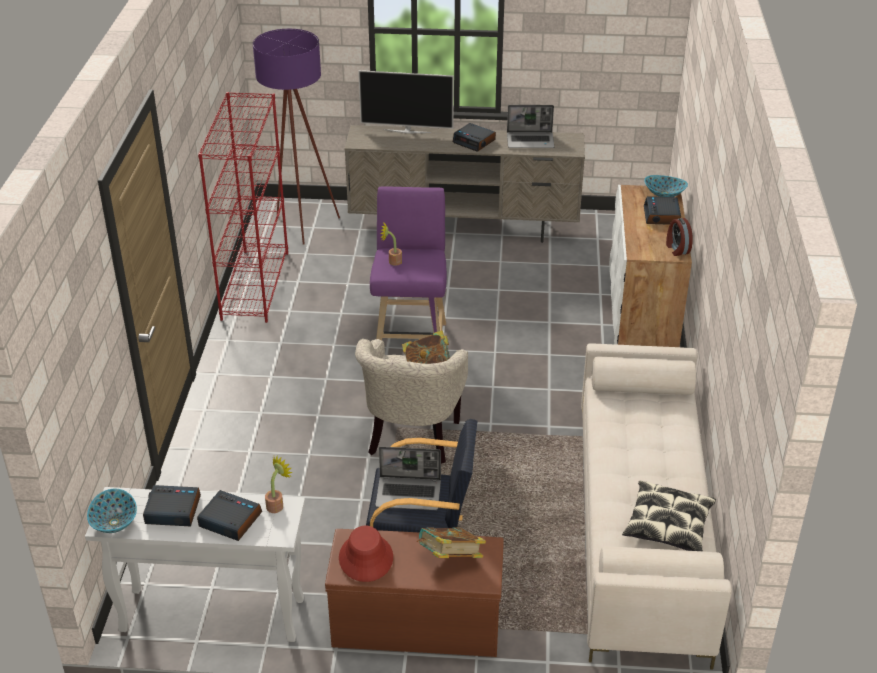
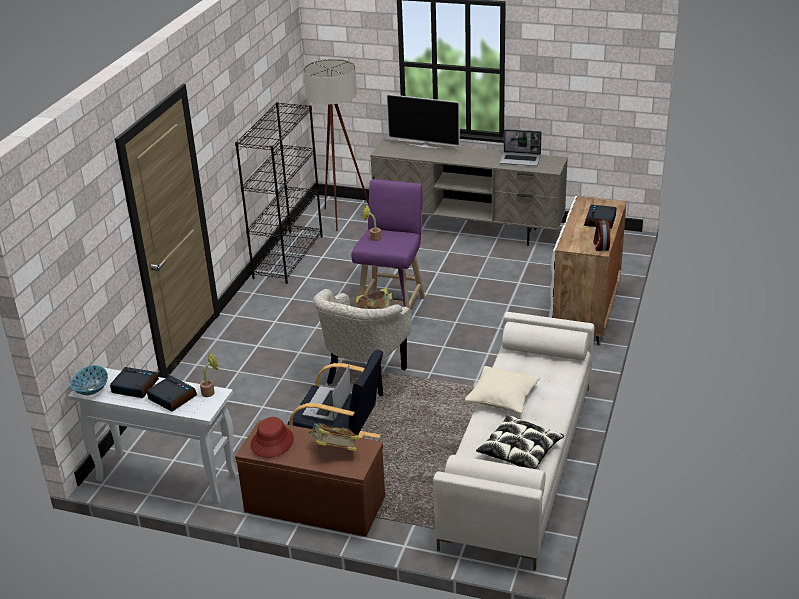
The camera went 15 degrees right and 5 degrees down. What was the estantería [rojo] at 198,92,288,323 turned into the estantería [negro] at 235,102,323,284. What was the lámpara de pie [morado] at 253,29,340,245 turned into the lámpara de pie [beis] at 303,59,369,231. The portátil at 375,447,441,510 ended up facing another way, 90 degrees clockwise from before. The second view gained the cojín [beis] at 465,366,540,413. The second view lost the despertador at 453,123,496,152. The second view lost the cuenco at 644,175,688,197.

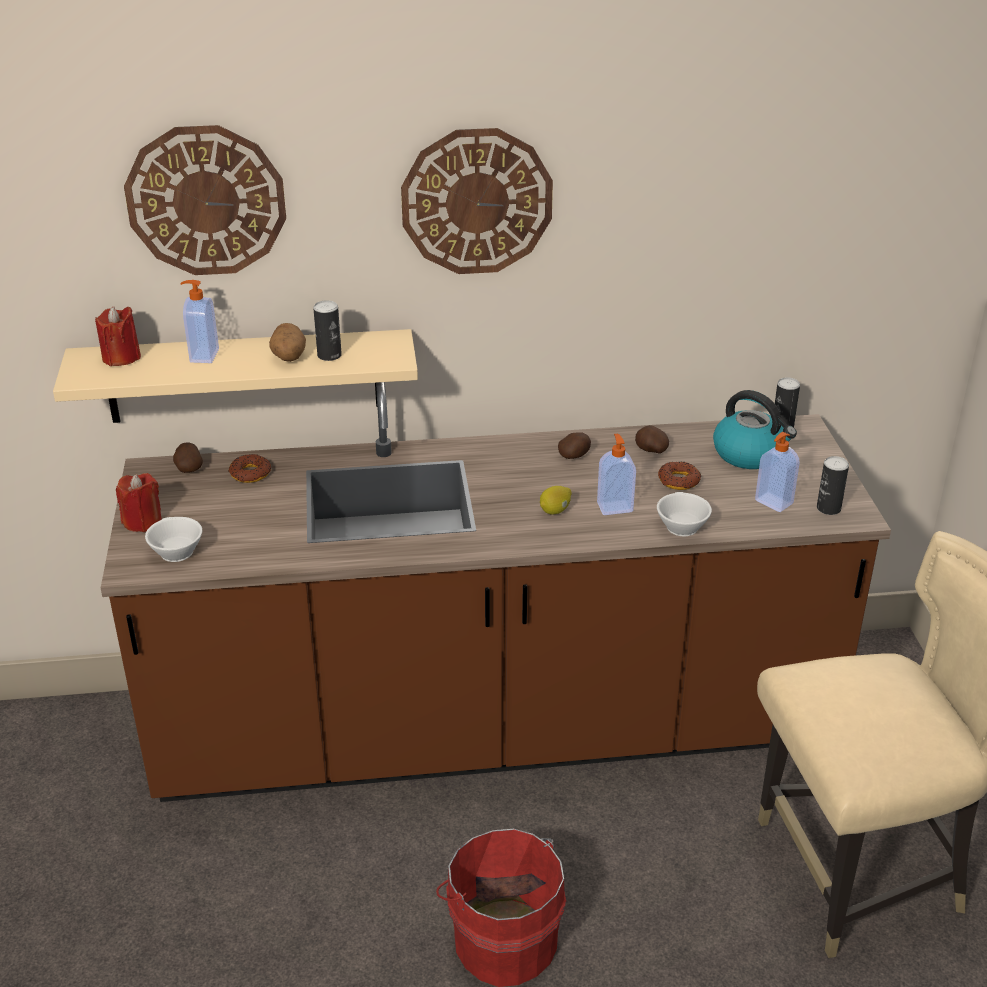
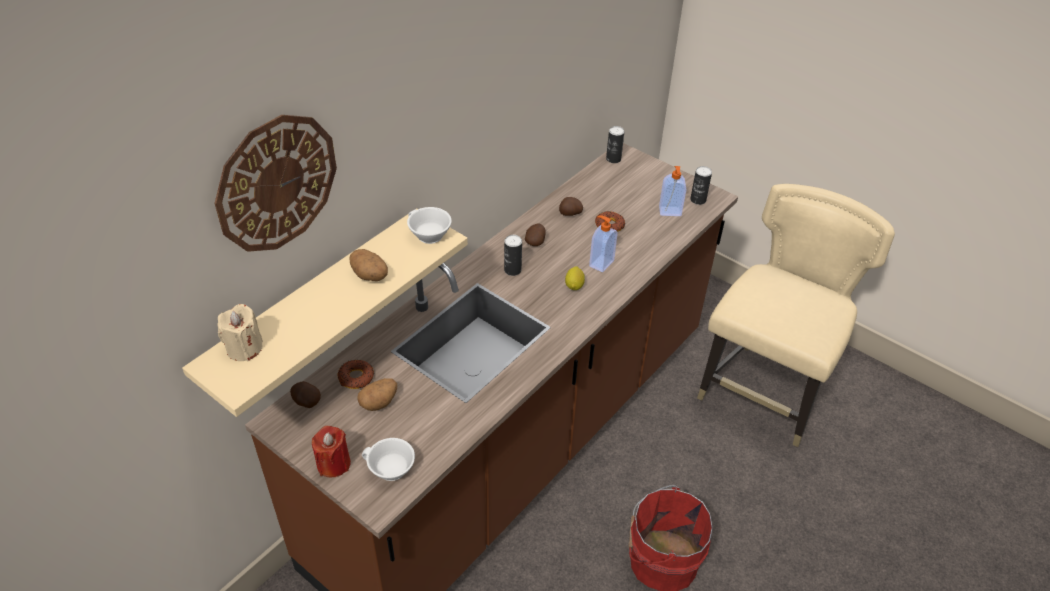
The camera went 45 degrees left and 10 degrees up. What was the vela [rojo] at 95,306,141,366 turned into the vela [beis] at 218,304,263,361. The second view gained the patata at 357,378,397,411. The taza [blanco] ended up elsewhere, having gone from 657,492,712,536 to 407,207,452,244. The lata ended up elsewhere, having gone from 313,300,342,361 to 504,235,522,276. The second view lost the dispensador de jabón at 180,280,219,363. The second view lost the reloj de pared at 401,128,553,274. The second view lost the hervidor at 713,390,797,469.

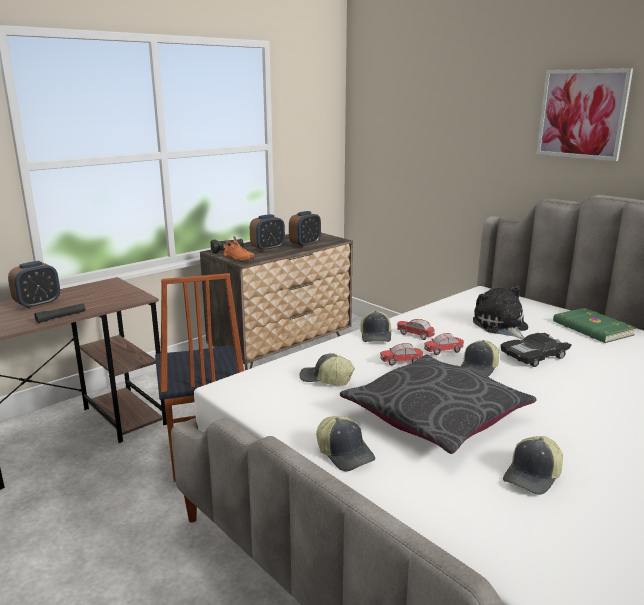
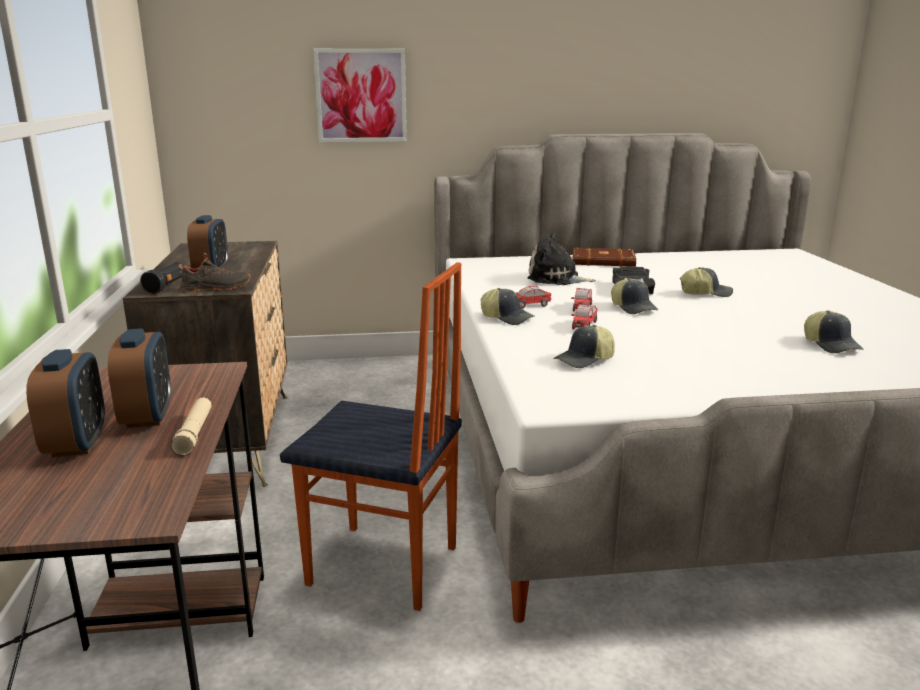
The camera went 55 degrees left and 0 degrees up. The despertador ended up elsewhere, having gone from 289,211,321,247 to 108,328,171,428. What was the linterna [negro] at 34,303,86,323 turned into the linterna [beis] at 171,397,212,456. What was the zapato [naranja] at 224,236,255,261 turned into the zapato [negro] at 178,253,251,292. The cuadro ended up elsewhere, having gone from 537,68,633,161 to 313,49,407,142. What was the libro [verde] at 553,308,636,343 turned into the libro [marrón] at 573,247,636,267. The gorra ended up elsewhere, having gone from 316,416,375,472 to 680,267,733,297. The second view lost the cojín [gris] at 340,355,536,454.

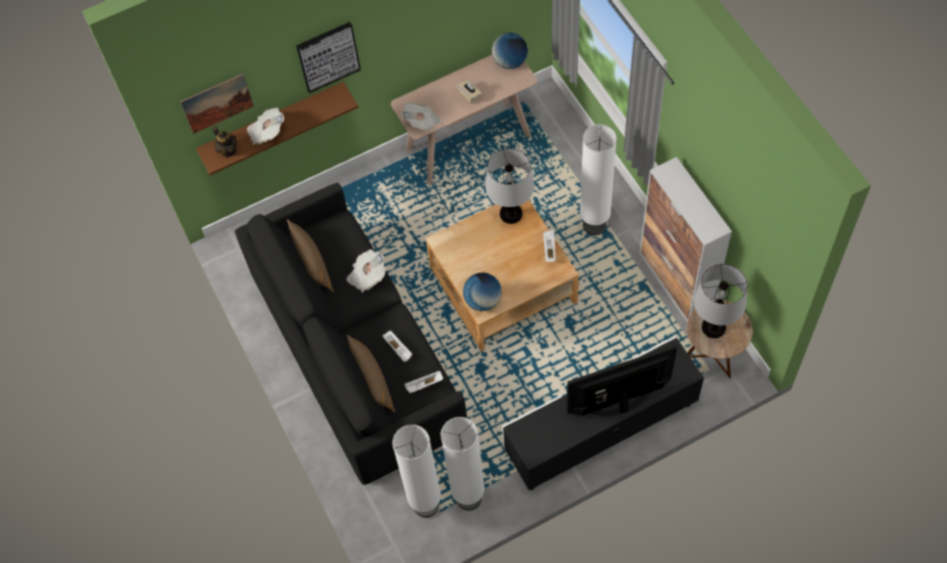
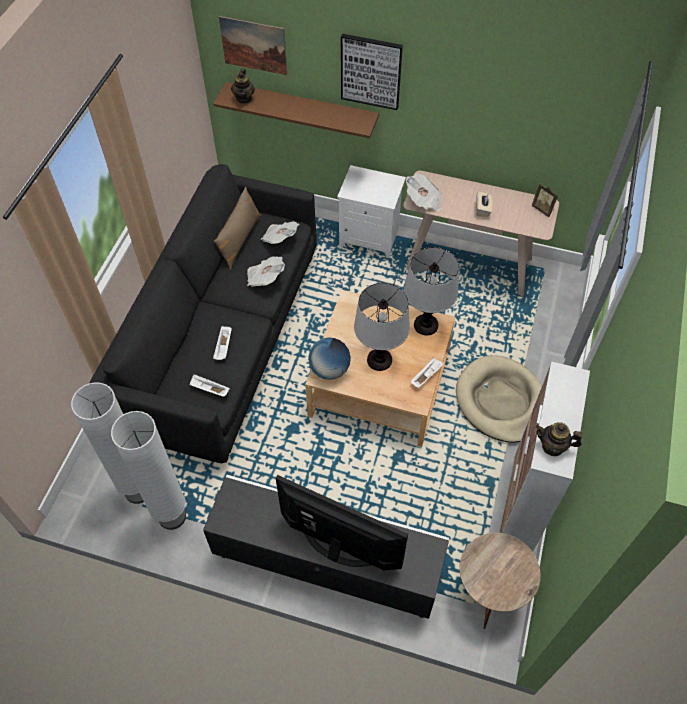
The camera went 40 degrees right and 5 degrees down. The periódico ended up elsewhere, having gone from 247,108,284,145 to 260,221,299,244. The second view gained the mesita de noche [blanco] at 337,165,406,258. The lámpara de mesa ended up elsewhere, having gone from 694,264,748,338 to 354,283,410,371. Where the lámpara de pie [blanco] stood at 580,124,617,235, the cama para perro [beis] came to stand at 456,355,542,443. Where the globo terráqueo stood at 492,33,528,69, the portarretratos came to stand at 531,183,558,217. The second view gained the tetera at 536,422,582,456. The second view lost the cojín [marrón] at 347,335,395,412.

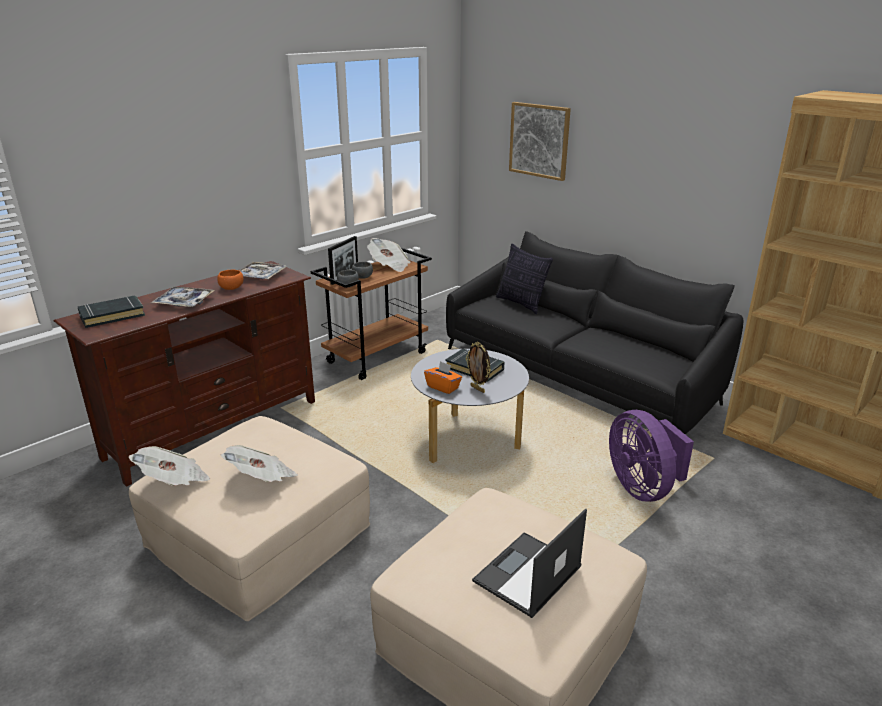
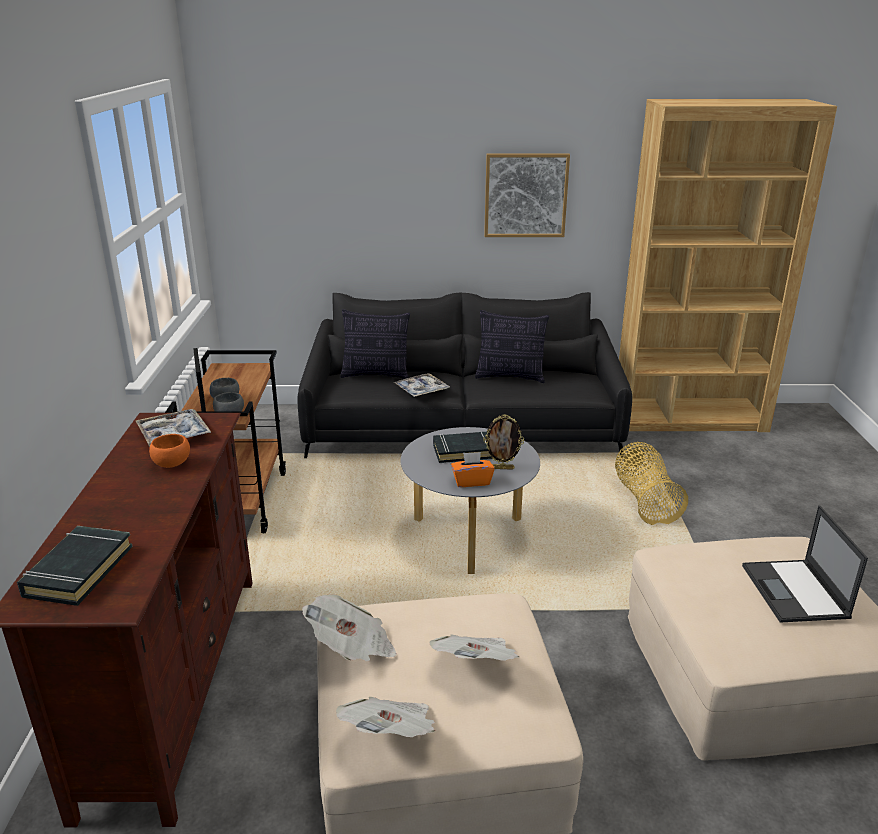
The camera went 45 degrees left and 0 degrees up. The periódico ended up elsewhere, having gone from 367,238,410,272 to 302,594,397,662. The bandeja ended up elsewhere, having gone from 151,287,215,307 to 394,373,450,397. The second view gained the cojín at 475,310,549,383. The cuadro ended up elsewhere, having gone from 509,102,571,181 to 484,153,570,237. Where the ventilador [morado] stood at 609,410,694,502, the cesta came to stand at 615,442,688,525.

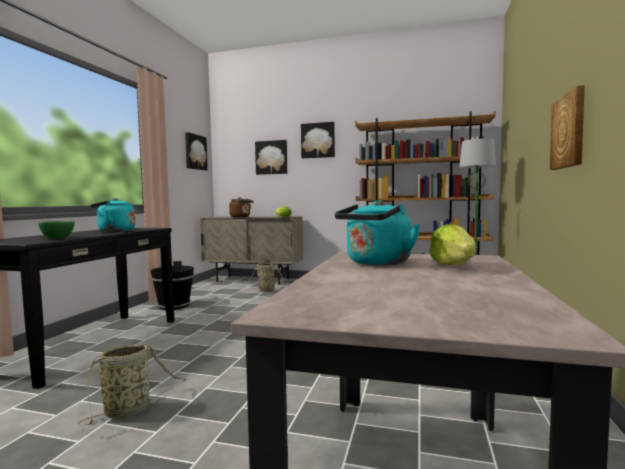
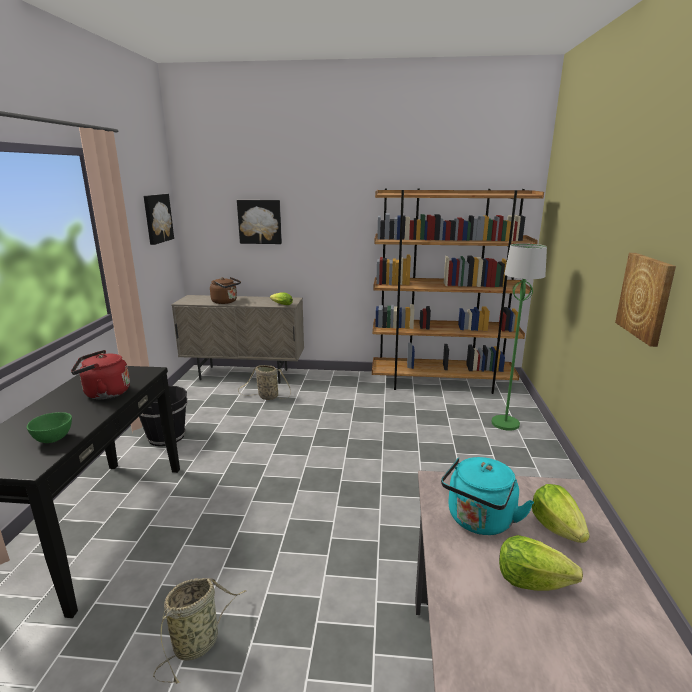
The camera went 10 degrees left and 15 degrees up. What was the hervidor [turquesa] at 89,198,135,232 turned into the hervidor [rojo] at 71,350,130,399. The second view gained the lechuga at 499,535,583,591. The second view lost the cuadro at 301,122,335,158.

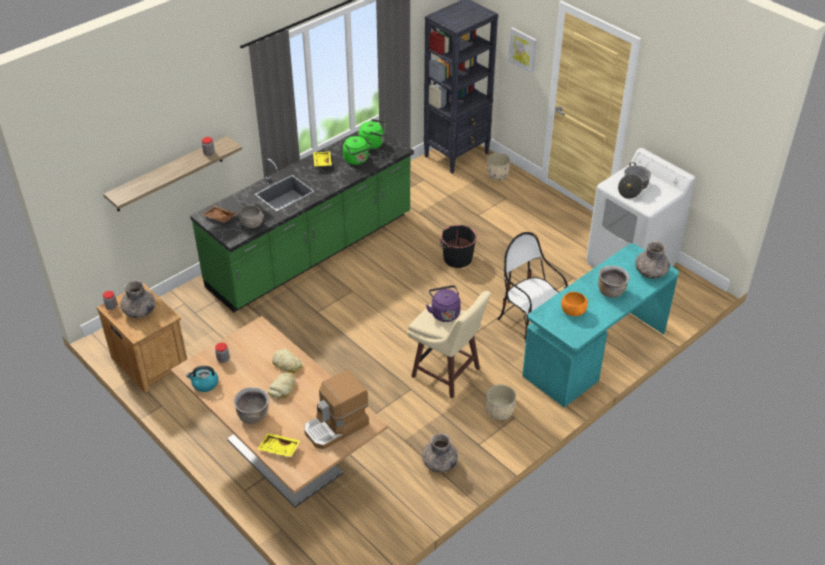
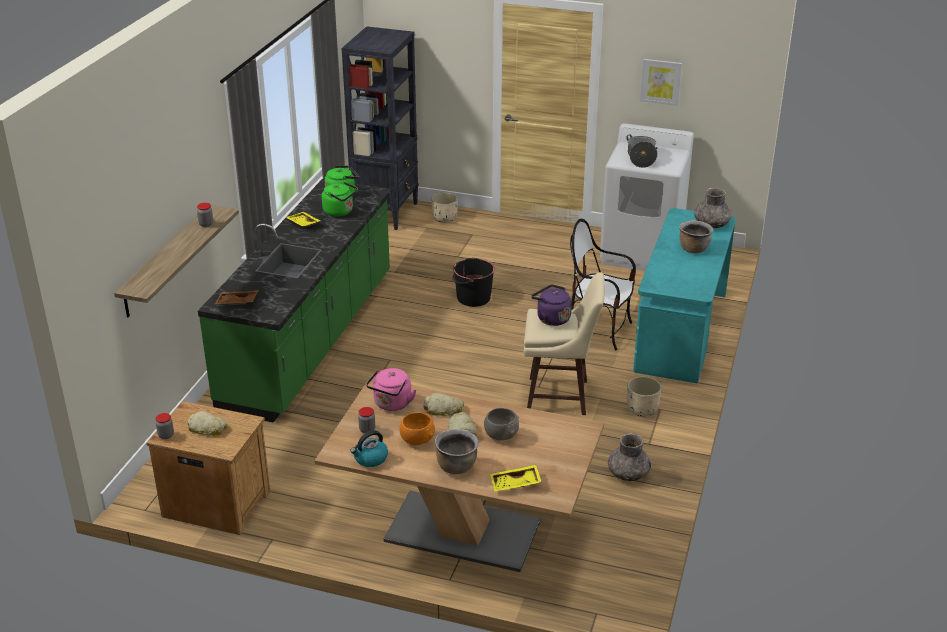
The camera went 30 degrees left and 10 degrees down. Where the florero [gris] stood at 120,280,155,318, the pan came to stand at 188,411,228,436. The second view gained the hervidor [rosa] at 366,368,417,411. The cuenco [naranja] ended up elsewhere, having gone from 561,292,588,316 to 399,412,435,445. The cuenco [gris] ended up elsewhere, having gone from 239,205,264,228 to 484,408,519,440. The cuadro ended up elsewhere, having gone from 508,27,537,74 to 640,59,682,106. The second view lost the cafetera at 304,369,369,449.

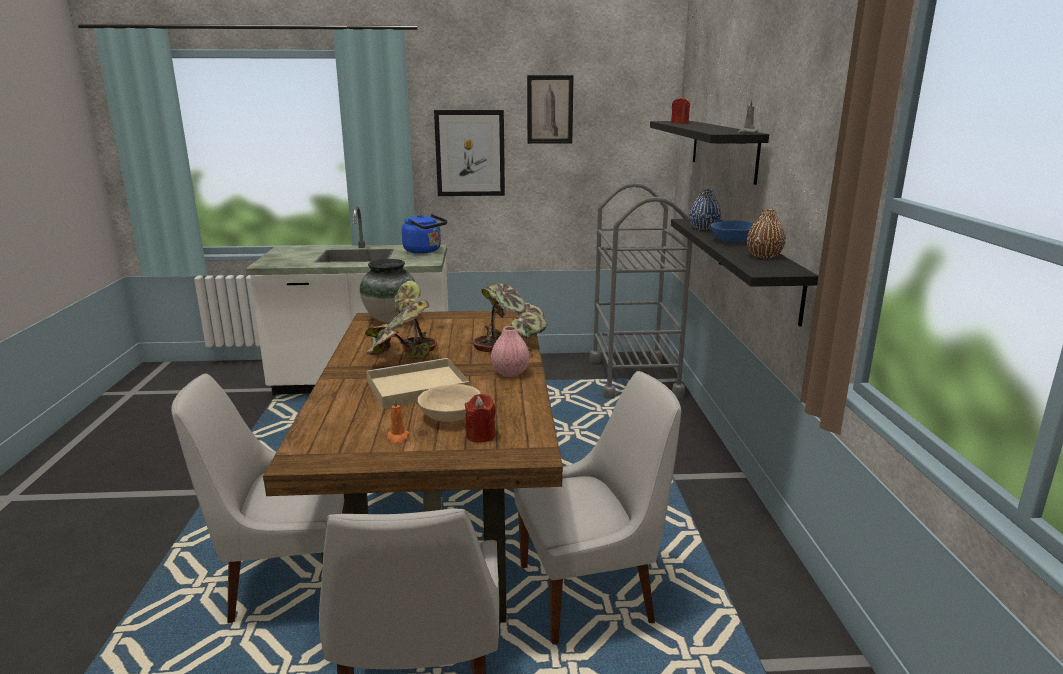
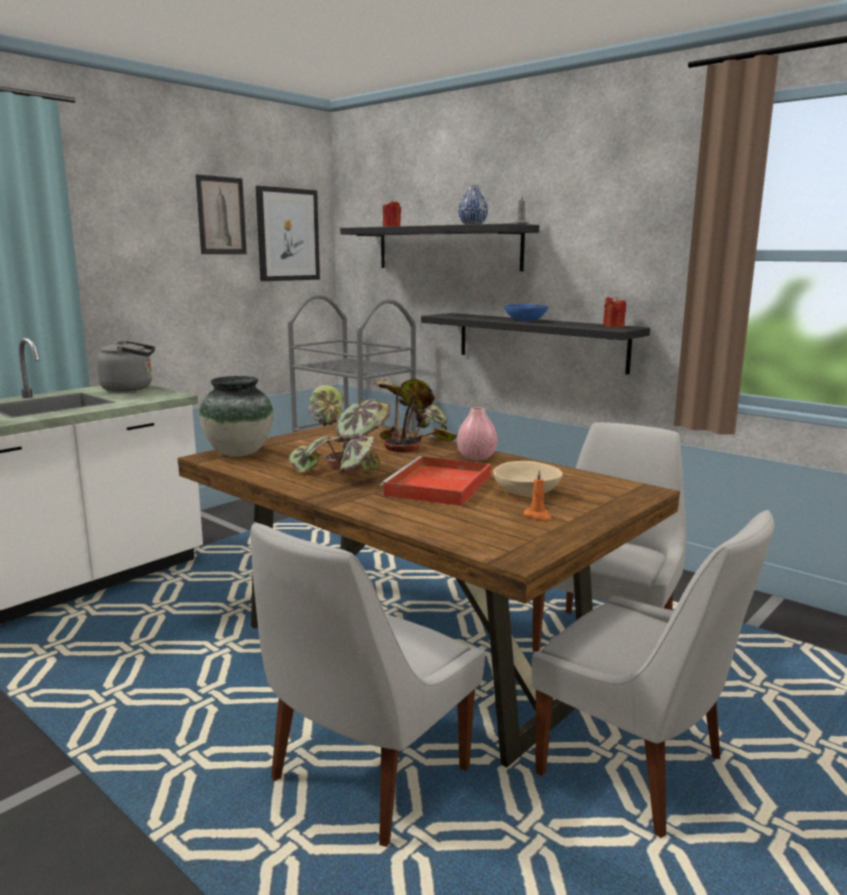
The camera went 45 degrees left and 5 degrees down. What was the hervidor [azul] at 402,214,447,254 turned into the hervidor [gris] at 97,340,155,392. The cuadro ended up elsewhere, having gone from 434,110,505,196 to 256,186,320,281. What was the bandeja [beis] at 367,358,470,409 turned into the bandeja [rojo] at 380,456,491,506. The florero [azul] ended up elsewhere, having gone from 689,189,721,230 to 458,185,488,225. The vela [rojo] ended up elsewhere, having gone from 464,394,496,443 to 603,295,626,327. The second view lost the florero [marrón] at 747,209,786,258.

